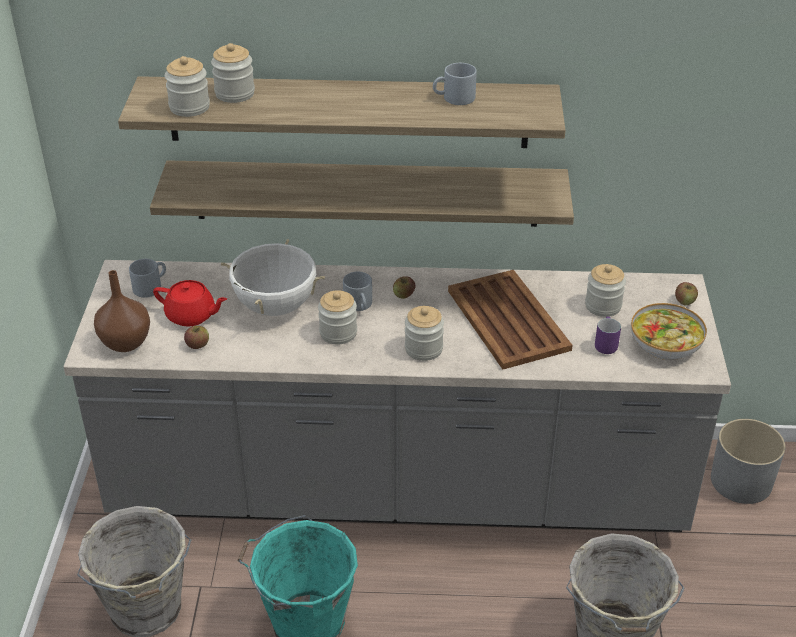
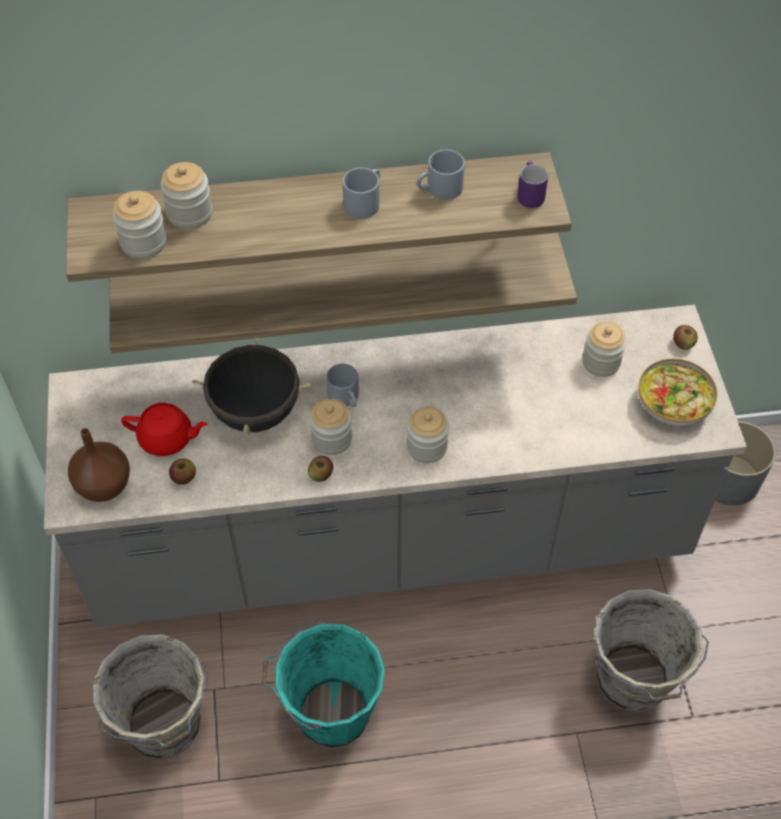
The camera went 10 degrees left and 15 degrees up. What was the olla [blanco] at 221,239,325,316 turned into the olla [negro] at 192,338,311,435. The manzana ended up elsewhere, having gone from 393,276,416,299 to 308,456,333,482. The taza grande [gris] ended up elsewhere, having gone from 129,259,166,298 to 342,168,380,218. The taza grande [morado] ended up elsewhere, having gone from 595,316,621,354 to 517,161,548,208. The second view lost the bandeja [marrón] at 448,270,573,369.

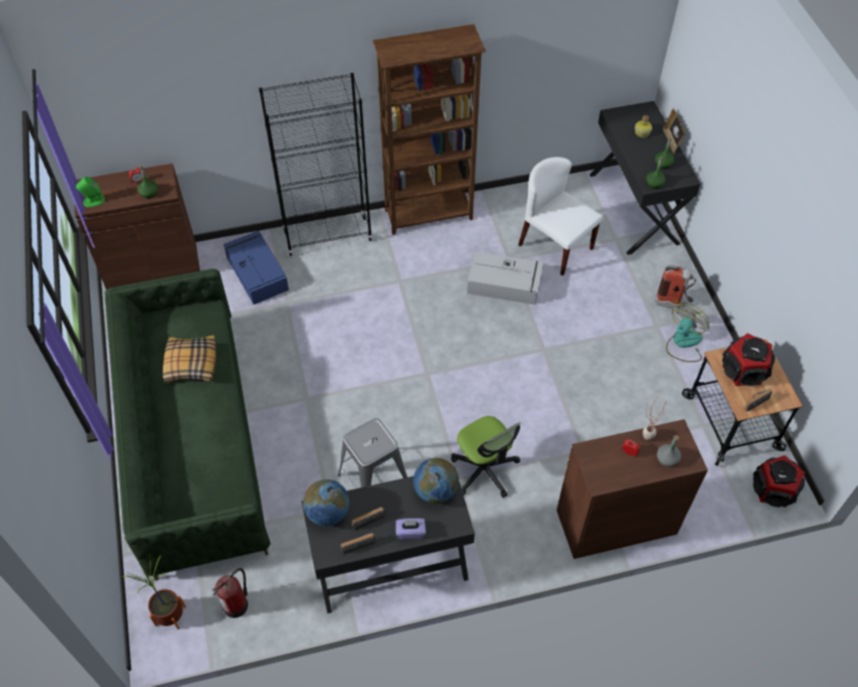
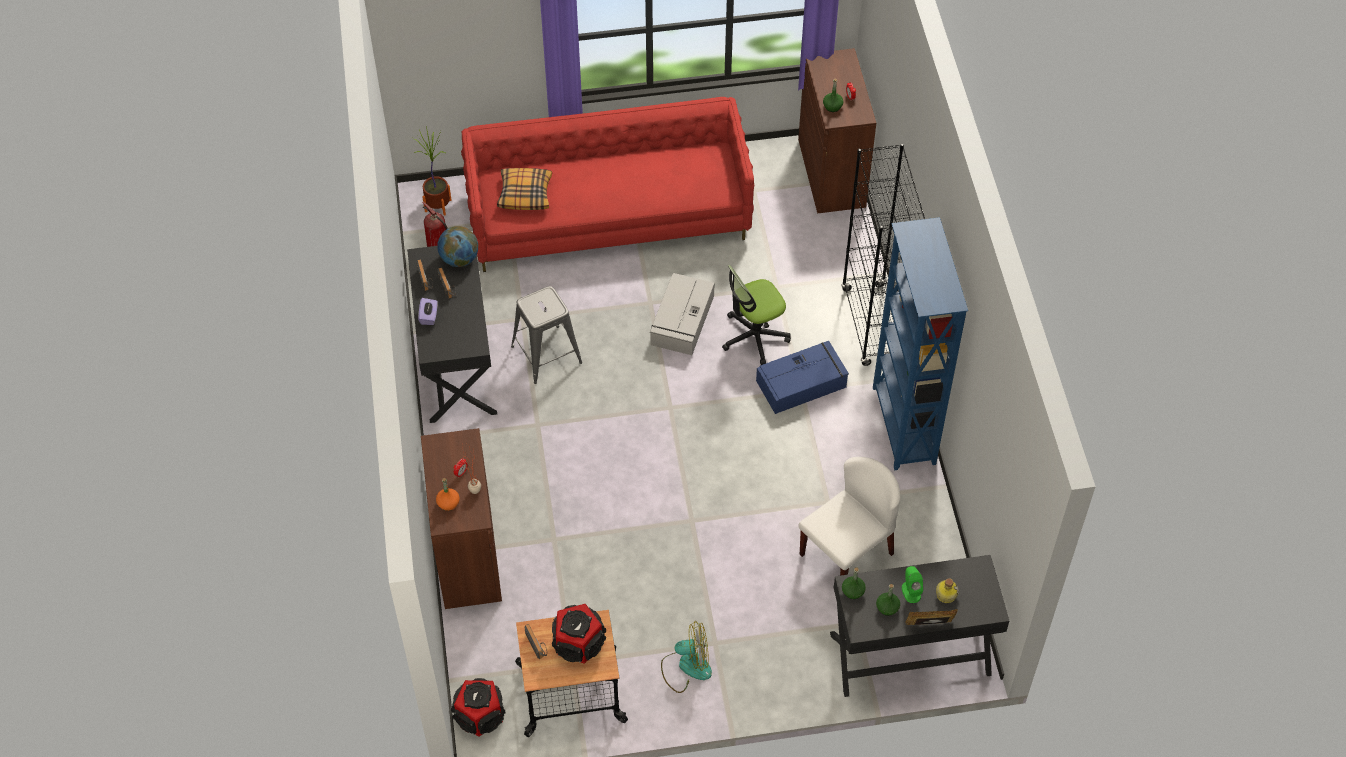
The camera went 95 degrees right and 0 degrees up. What was the botella [gris] at 657,435,681,467 turned into the botella [naranja] at 436,478,460,511. What was the sofá [verde] at 104,269,270,580 turned into the sofá [rojo] at 461,97,754,272. The cojín ended up elsewhere, having gone from 163,335,216,383 to 497,168,552,210. The caja de almacenaje [gris] ended up elsewhere, having gone from 467,252,543,305 to 650,273,714,355. The ventilador at 666,303,709,362 ended up facing another way, 45 degrees counterclockwise from before. The silla de oficina ended up elsewhere, having gone from 451,416,521,498 to 722,265,791,365. The caja de almacenaje [azul] ended up elsewhere, having gone from 223,230,289,305 to 756,341,849,414. What was the estantería [marrón] at 373,24,486,235 turned into the estantería [azul] at 873,217,968,470. The altavoz [verde] ended up elsewhere, having gone from 76,176,105,207 to 902,566,923,603. The second view lost the globo terráqueo at 413,458,459,504. The second view lost the extintor at 655,265,696,309.

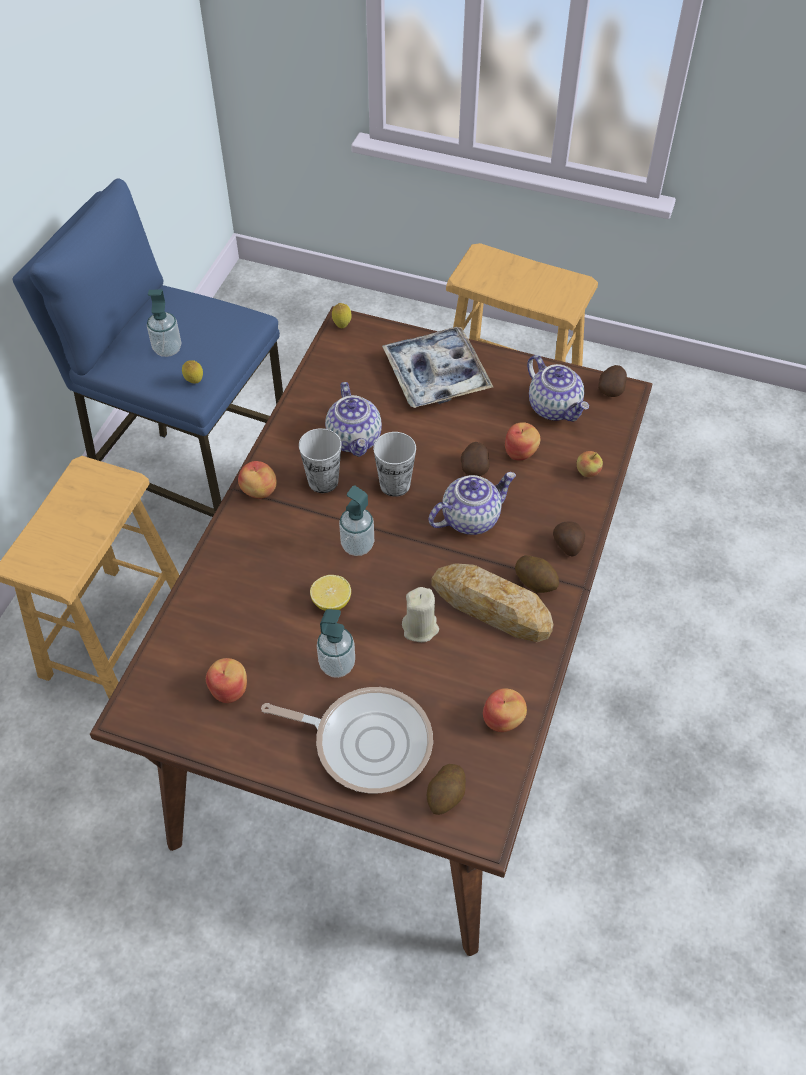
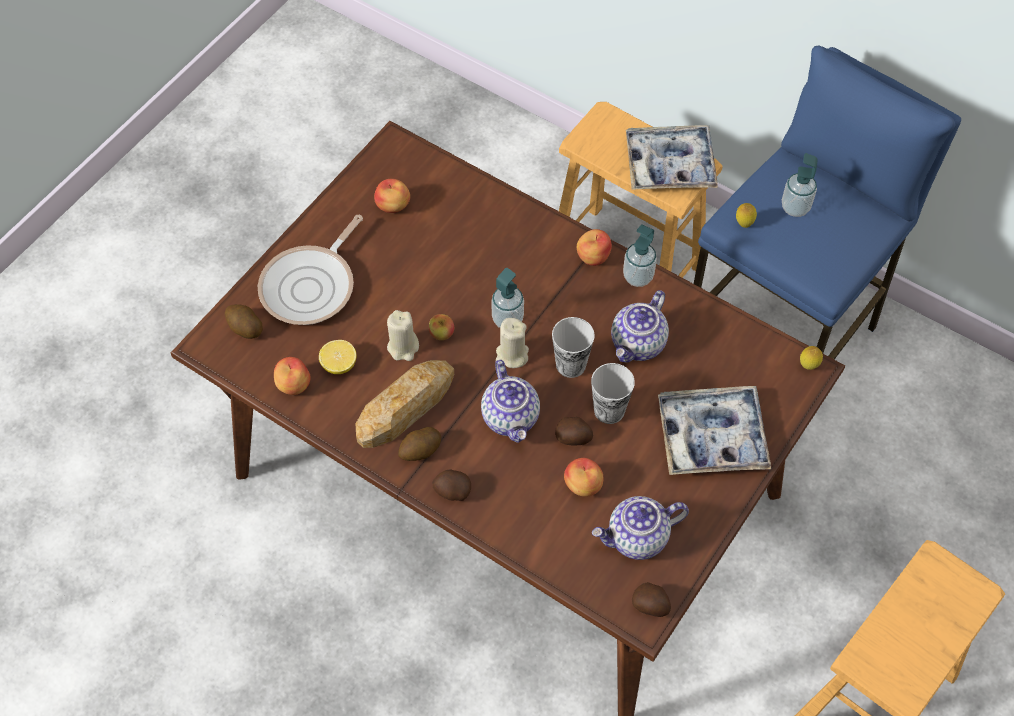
The camera went 105 degrees right and 5 degrees up. The limón ended up elsewhere, having gone from 310,575,351,611 to 319,340,357,374. The manzana ended up elsewhere, having gone from 577,451,603,477 to 429,314,454,340. The second view gained the vela [beis] at 496,318,529,368. The taza ended up elsewhere, having gone from 299,428,341,493 to 591,363,635,424. The tetera at 325,382,382,457 ended up facing another way, 60 degrees counterclockwise from before. The dispensador de jabón ended up elsewhere, having gone from 317,609,355,678 to 623,224,657,287. The second view gained the bandeja at 626,125,718,190.

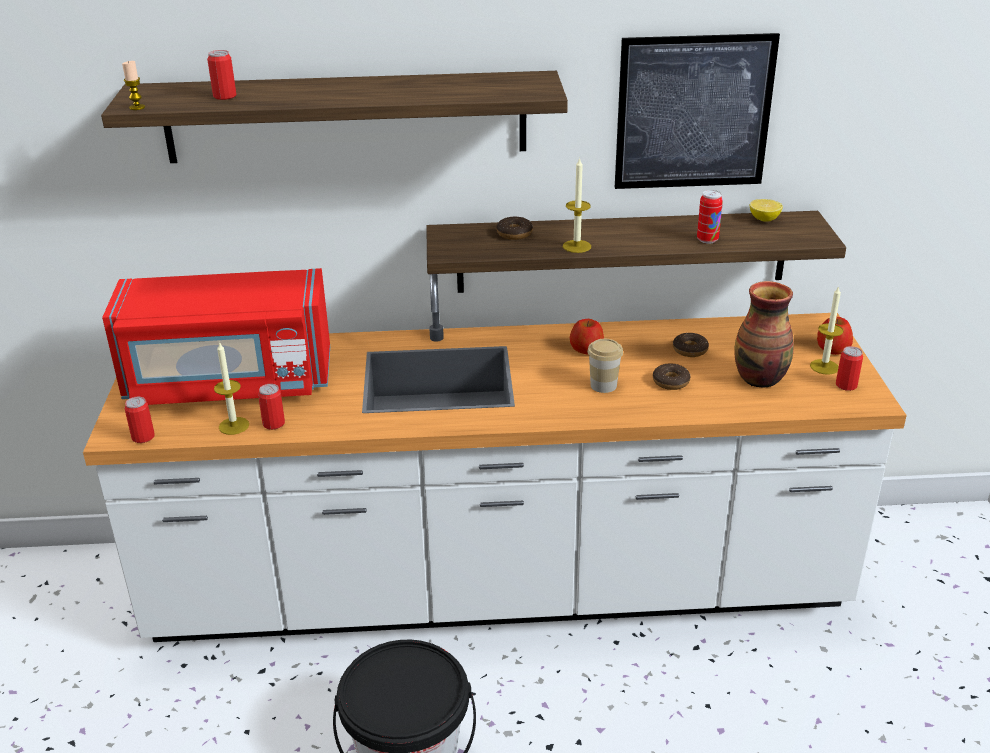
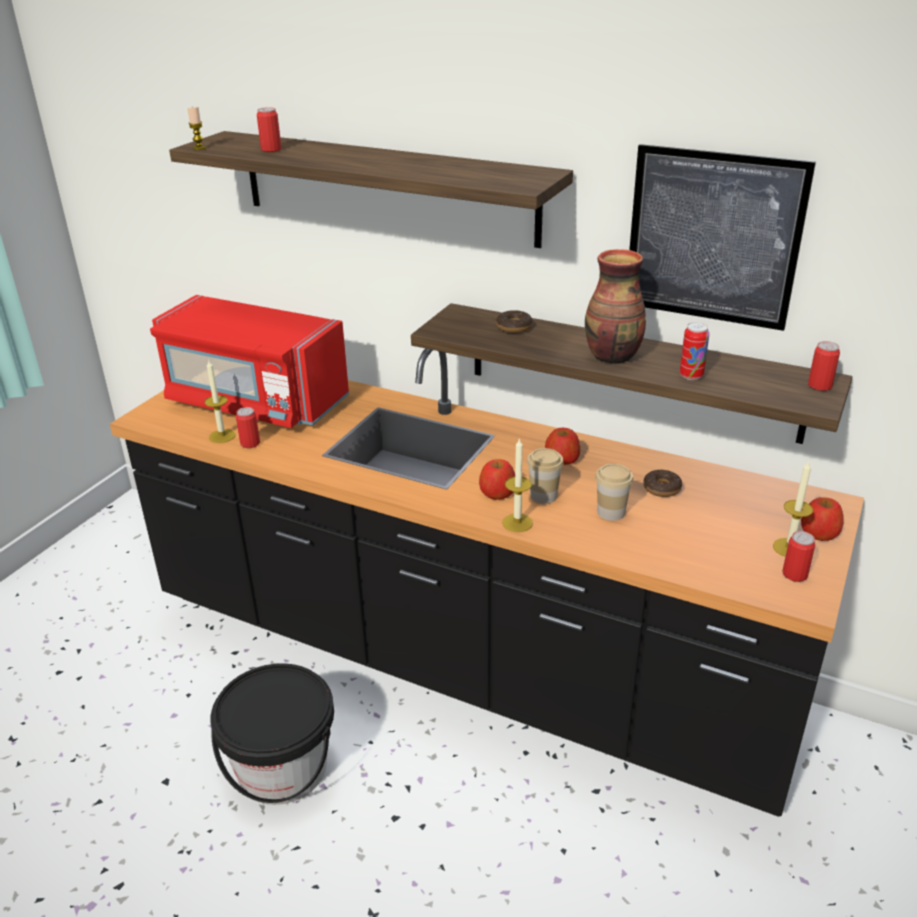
The camera went 30 degrees right and 0 degrees up. What was the mueble bajo de cocina [blanco] at 83,274,907,642 turned into the mueble bajo de cocina [negro] at 110,348,864,817. The second view gained the manzana at 479,459,515,500. The vela ended up elsewhere, having gone from 563,157,591,253 to 502,437,533,532. The florero ended up elsewhere, having gone from 734,281,794,388 to 585,249,646,363. Where the rosquilla stood at 653,363,690,390, the taza came to stand at 595,464,633,521. The lata ended up elsewhere, having gone from 125,397,155,443 to 808,341,840,391. The second view lost the limón at 750,199,783,222.

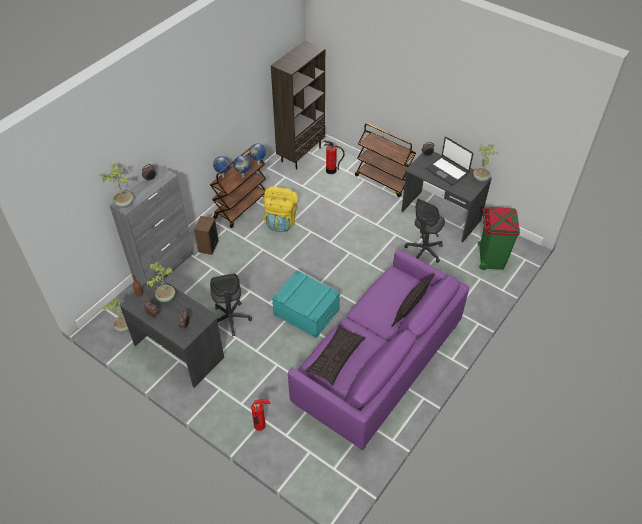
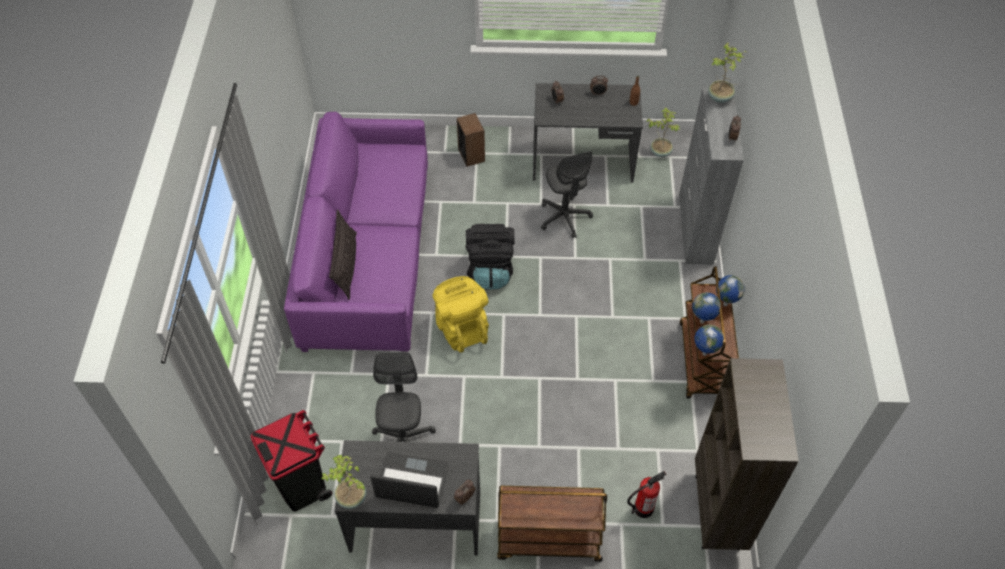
The camera went 145 degrees right and 5 degrees up. What was the papelera [verde] at 477,207,520,270 turned into the papelera [negro] at 251,410,332,512. The mochila [amarillo] ended up elsewhere, having gone from 263,186,298,232 to 432,276,489,353. The altavoz ended up elsewhere, having gone from 194,216,219,255 to 457,113,485,167. Where the caja de almacenaje [turquesa] stood at 272,270,340,338, the mochila [negro] came to stand at 466,224,515,290. The silla de oficina [gris] at 210,274,252,337 ended up facing another way, 150 degrees counterclockwise from before. The second view lost the planta en maceta at 146,262,175,302. The second view lost the extintor at 251,399,270,431. The second view lost the cojín at 305,324,366,385.

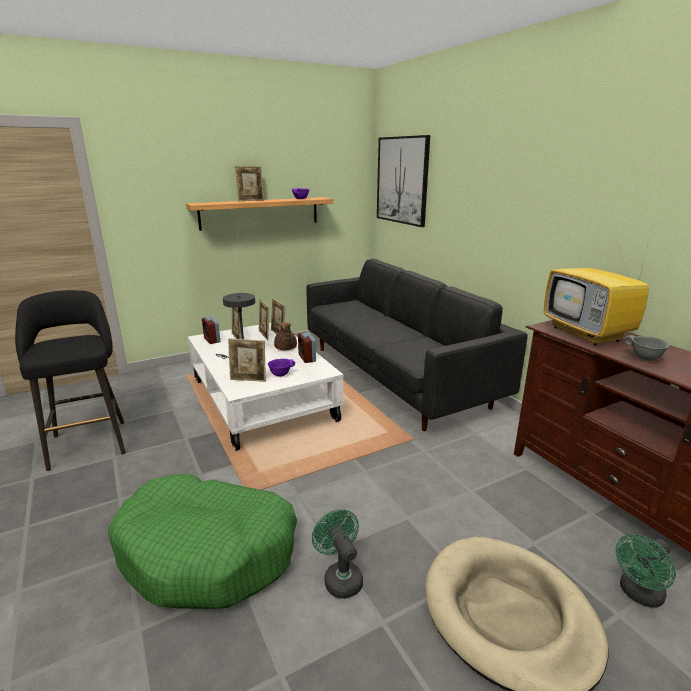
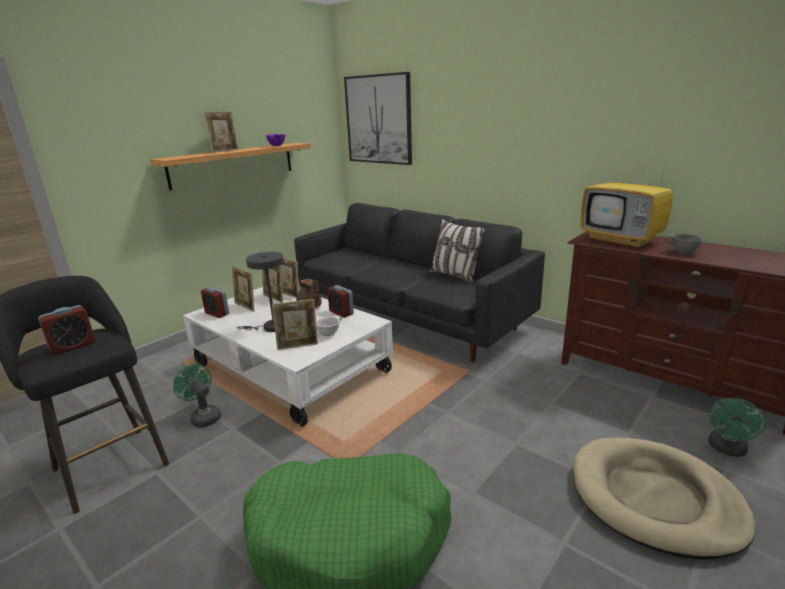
The camera went 20 degrees left and 0 degrees up. The second view gained the despertador at 38,305,95,355. The ventilador [verde] ended up elsewhere, having gone from 312,509,363,599 to 173,364,221,427. What was the cuenco [morado] at 268,359,295,377 turned into the cuenco [blanco] at 316,315,342,336. The second view gained the cojín at 430,219,486,283.

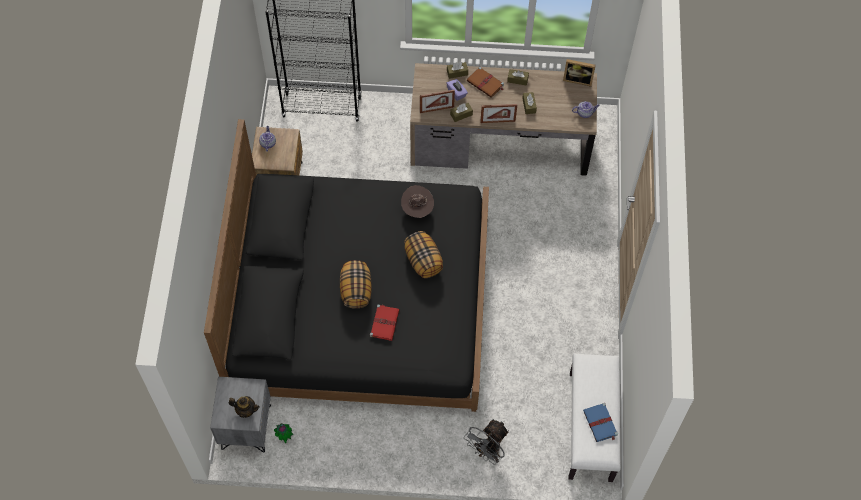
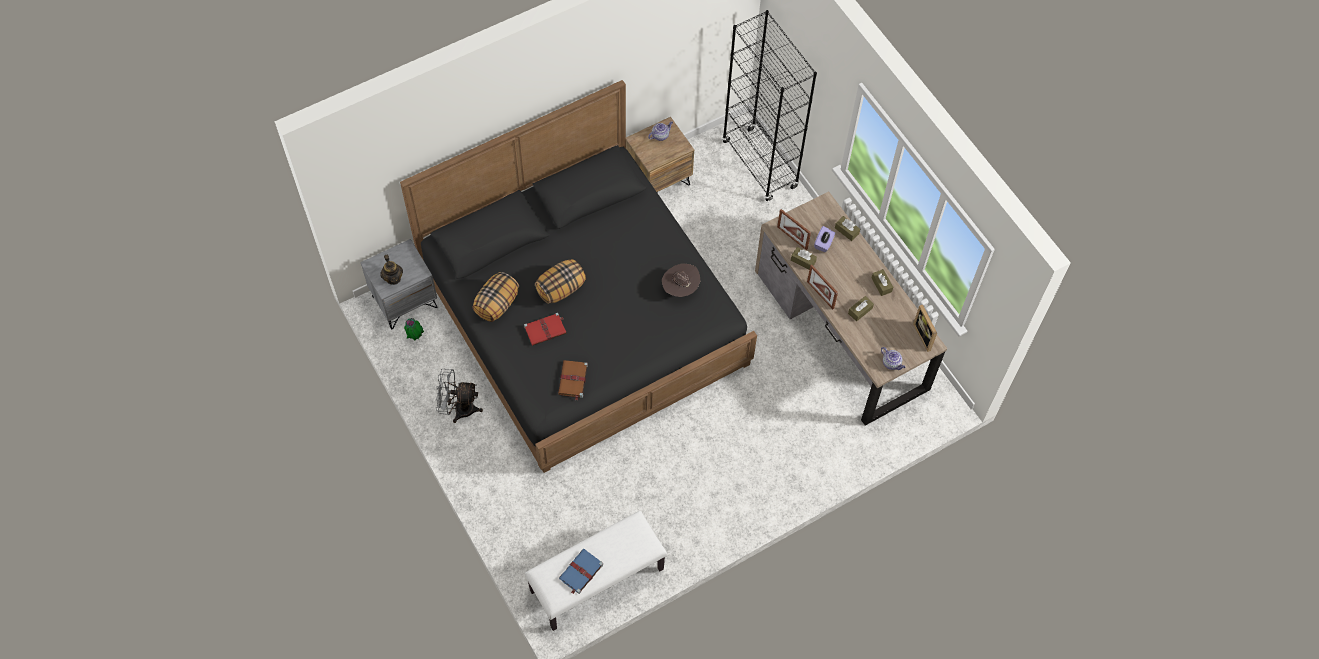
The camera went 55 degrees right and 0 degrees up. The ventilador [gris] ended up elsewhere, having gone from 464,419,509,465 to 436,369,483,423. The cojín ended up elsewhere, having gone from 404,231,443,278 to 472,272,519,322. The libro [marrón] ended up elsewhere, having gone from 467,67,504,97 to 558,360,588,400.

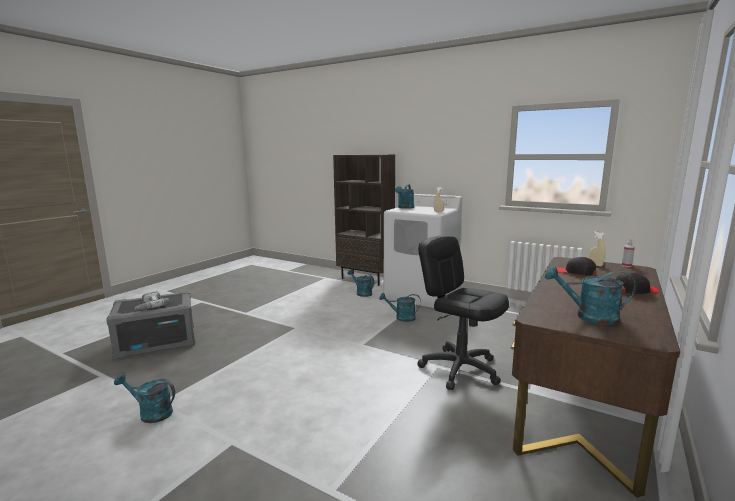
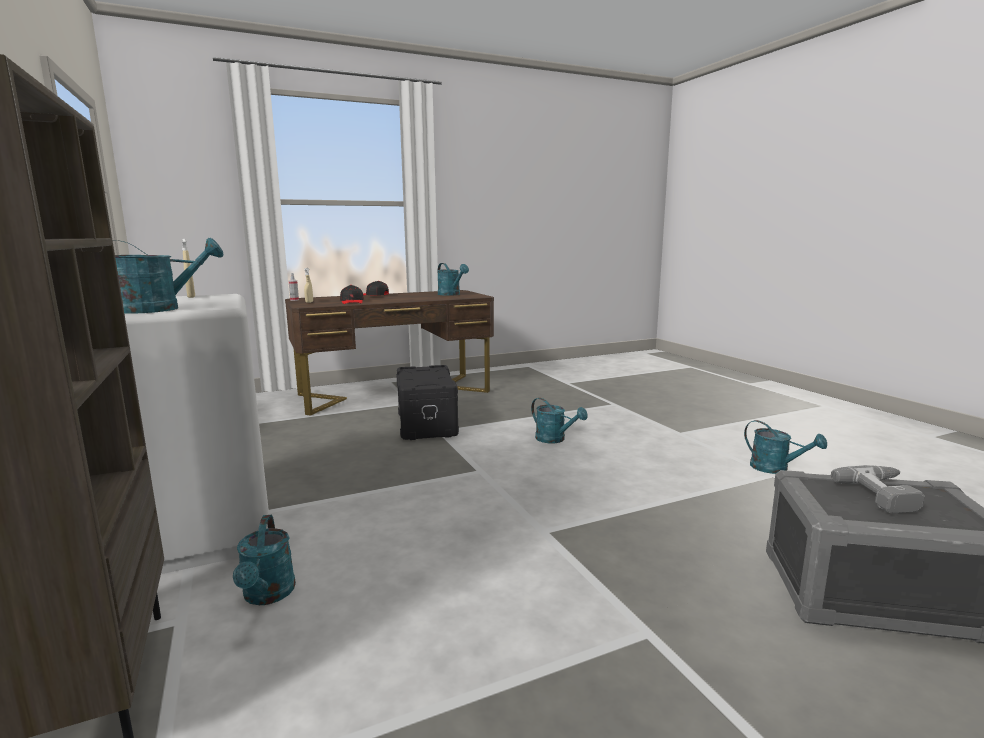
The camera went 145 degrees left and 0 degrees up. Where the silla de oficina [negro] stood at 418,235,509,390, the caja de almacenaje [negro] came to stand at 396,365,459,440. The regadera [turquesa] ended up elsewhere, having gone from 379,293,421,322 to 531,398,588,443.

